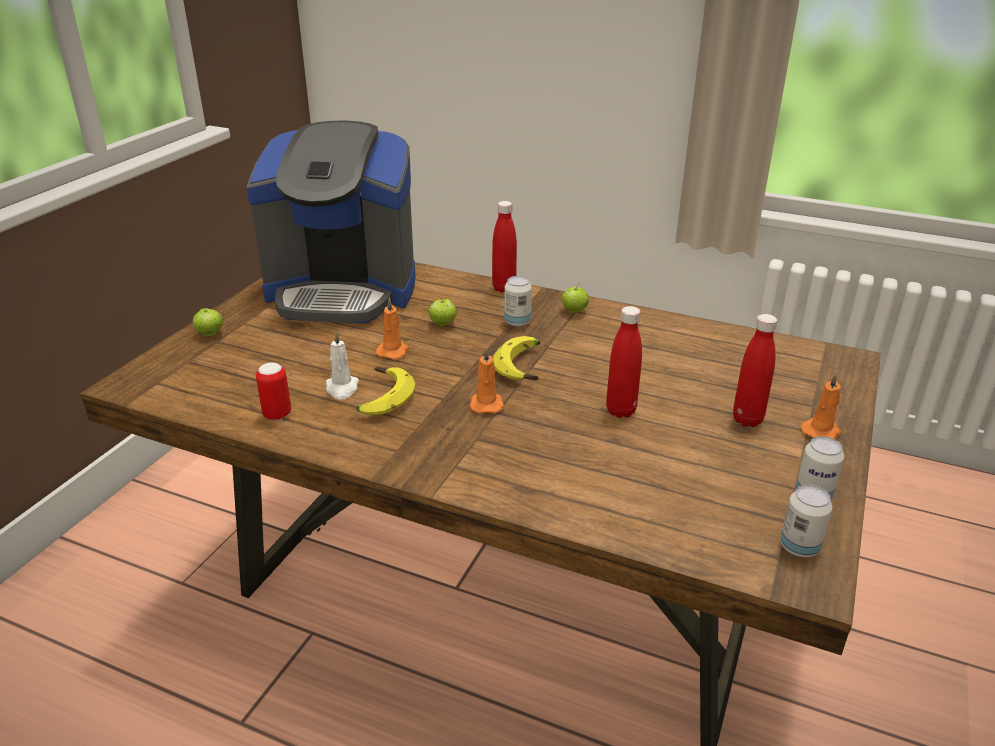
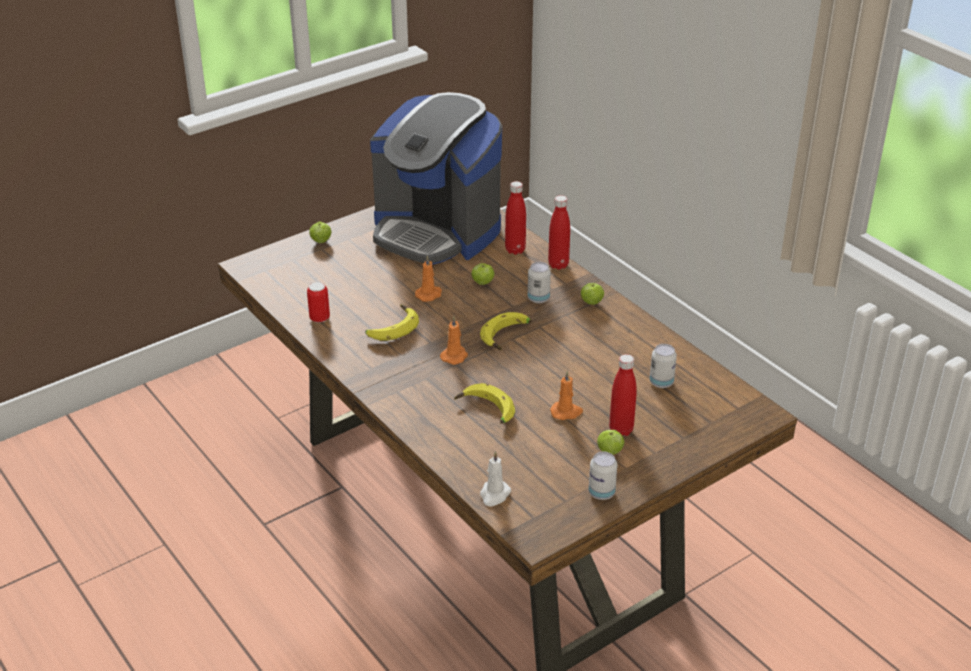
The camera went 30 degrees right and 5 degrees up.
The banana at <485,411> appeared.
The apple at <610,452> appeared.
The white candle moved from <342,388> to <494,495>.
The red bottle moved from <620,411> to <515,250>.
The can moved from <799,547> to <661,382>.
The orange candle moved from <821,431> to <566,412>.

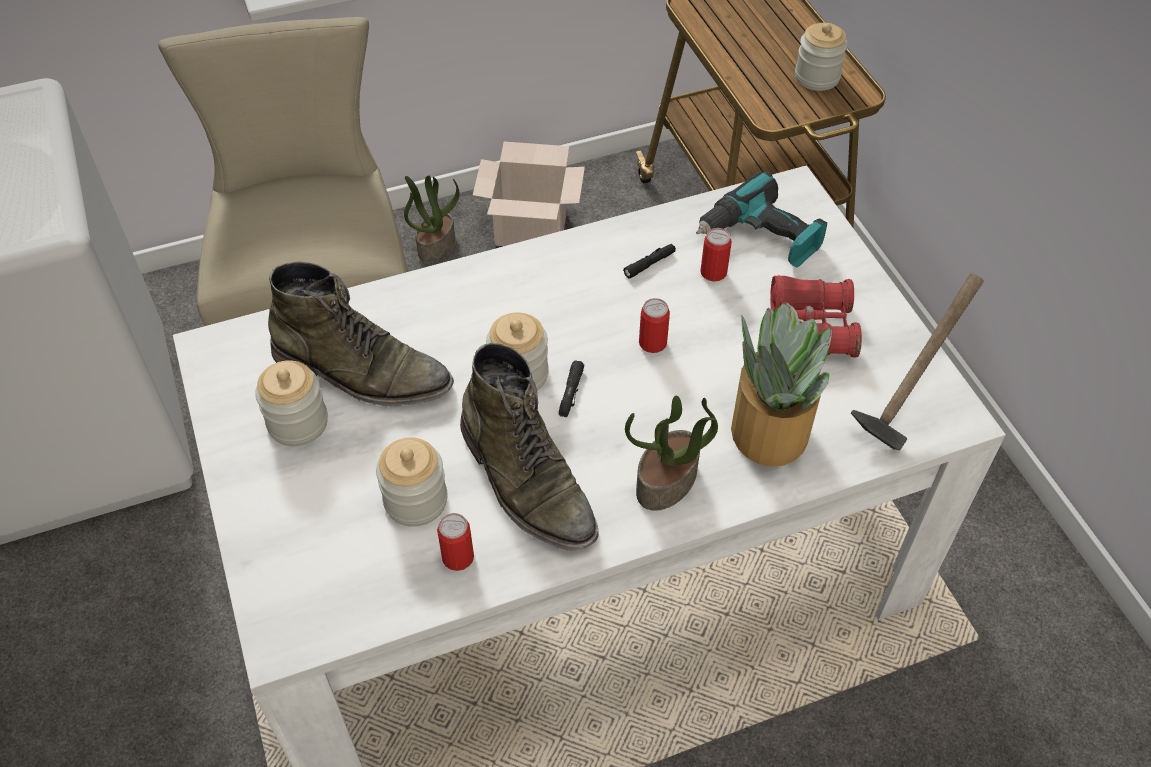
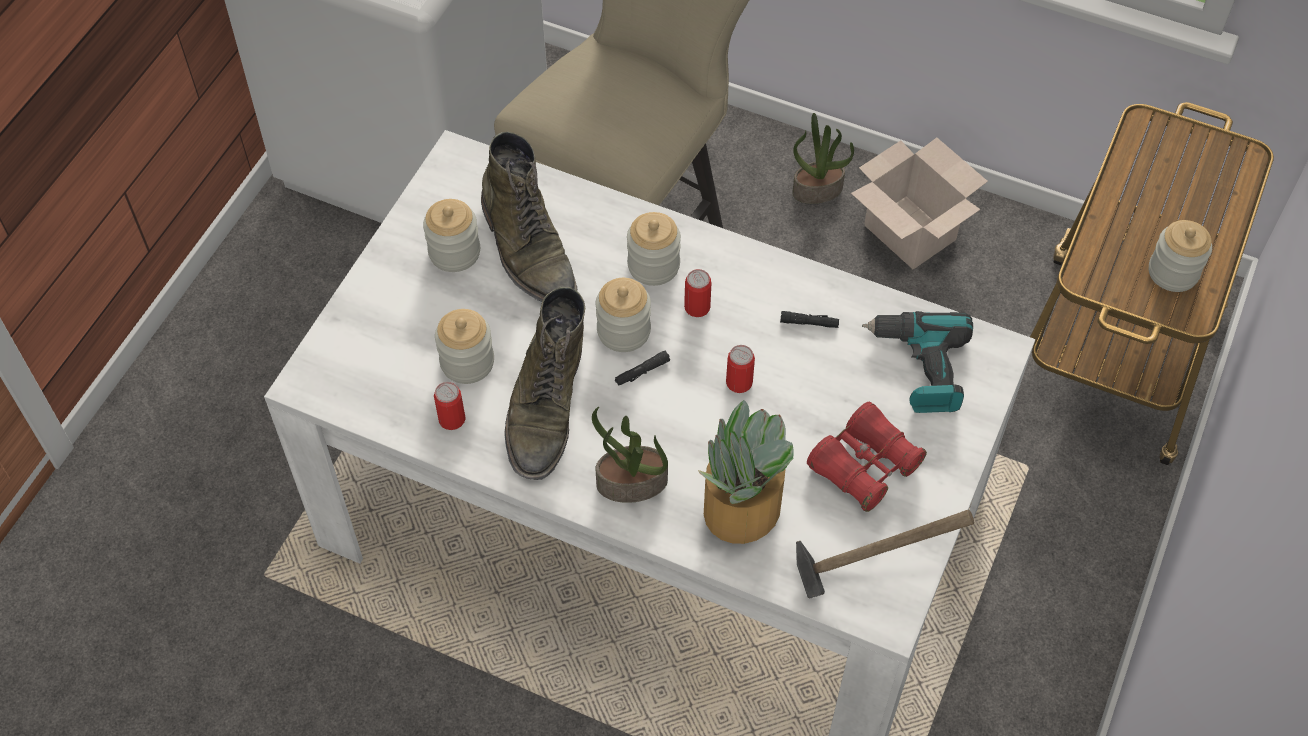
The camera went 45 degrees right and 5 degrees up.
The jar at <653,265> appeared.
The can moved from <713,272> to <697,307>.

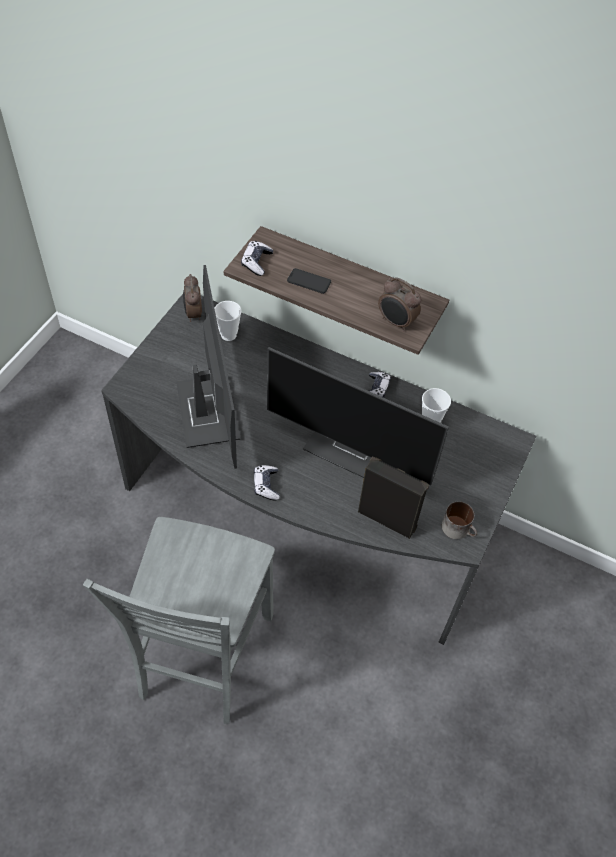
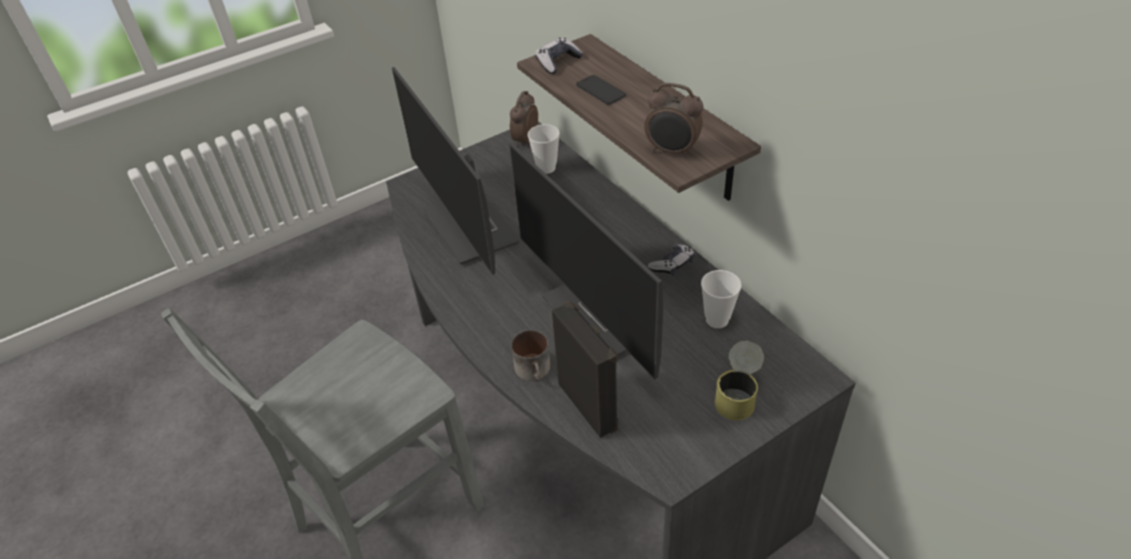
The camera went 35 degrees right and 10 degrees down.
The game controller at <266,485> disappeared.
The can at <738,395> appeared.
The mug moved from <459,529> to <535,370>.
The monitor at <207,410> turned 135 degrees clockwise.
The alarm clock at <396,322> turned 45 degrees counterclockwise.

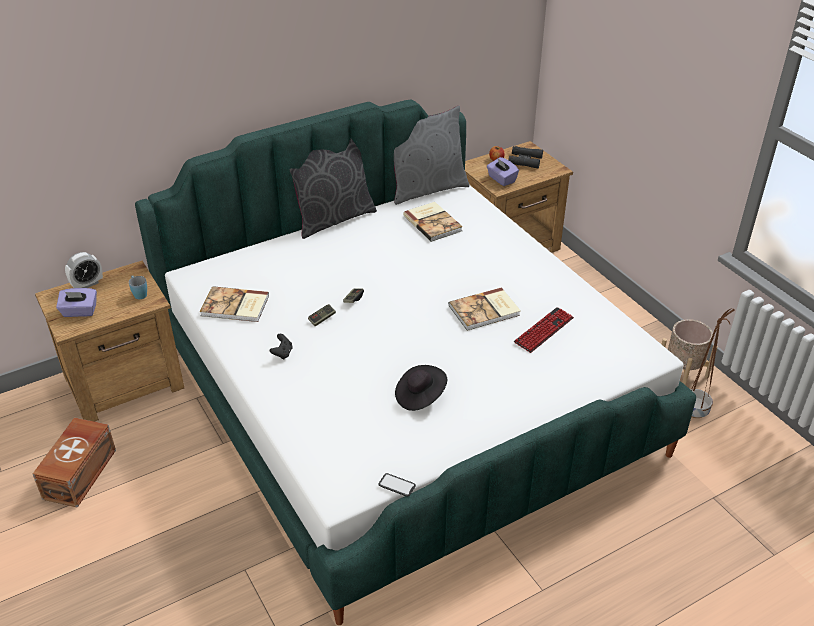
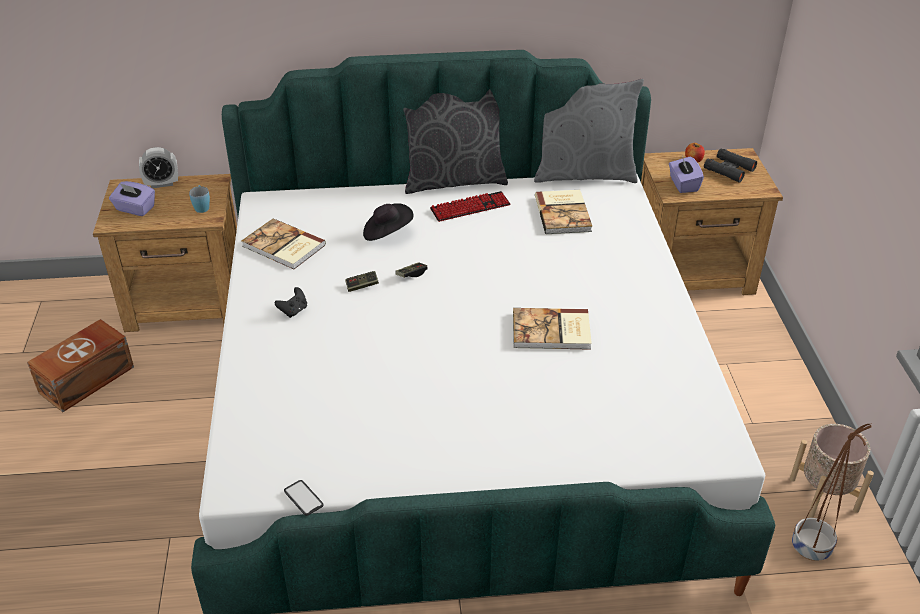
The camera went 25 degrees right and 0 degrees up.
The black hat moved from <420,396> to <387,233>.
The keyboard moved from <544,330> to <470,207>.

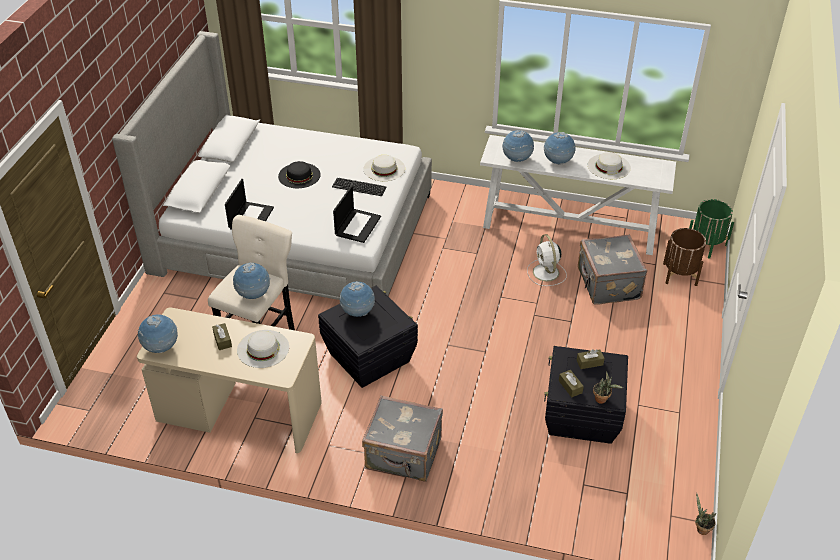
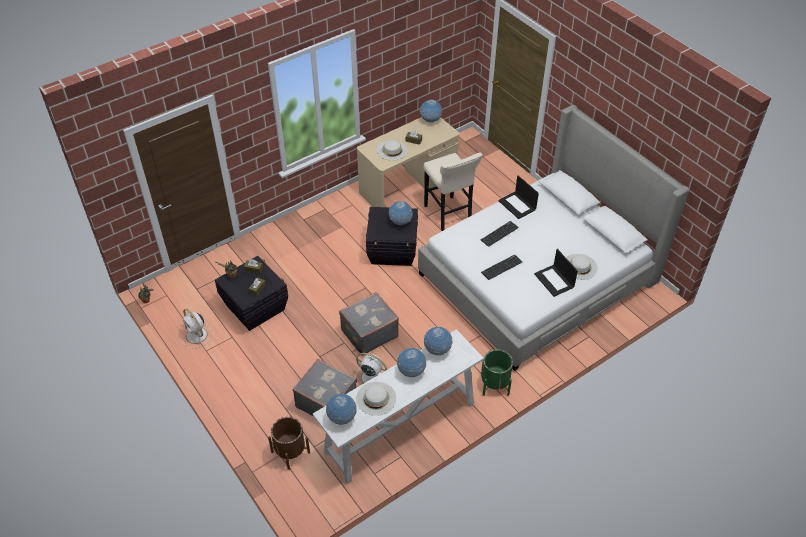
The camera went 130 degrees right and 5 degrees up.
The black hat at <299,175> disappeared.
The white fan at <197,336> appeared.
The keyboard at <499,234> appeared.
The globe moved from <253,295> to <342,418>.
The laptop moved from <357,225> to <554,281>.
The grey suitcase moved from <403,454> to <368,333>.
The white hat moved from <384,168> to <579,266>.
The green planter moved from <706,244> to <495,384>.

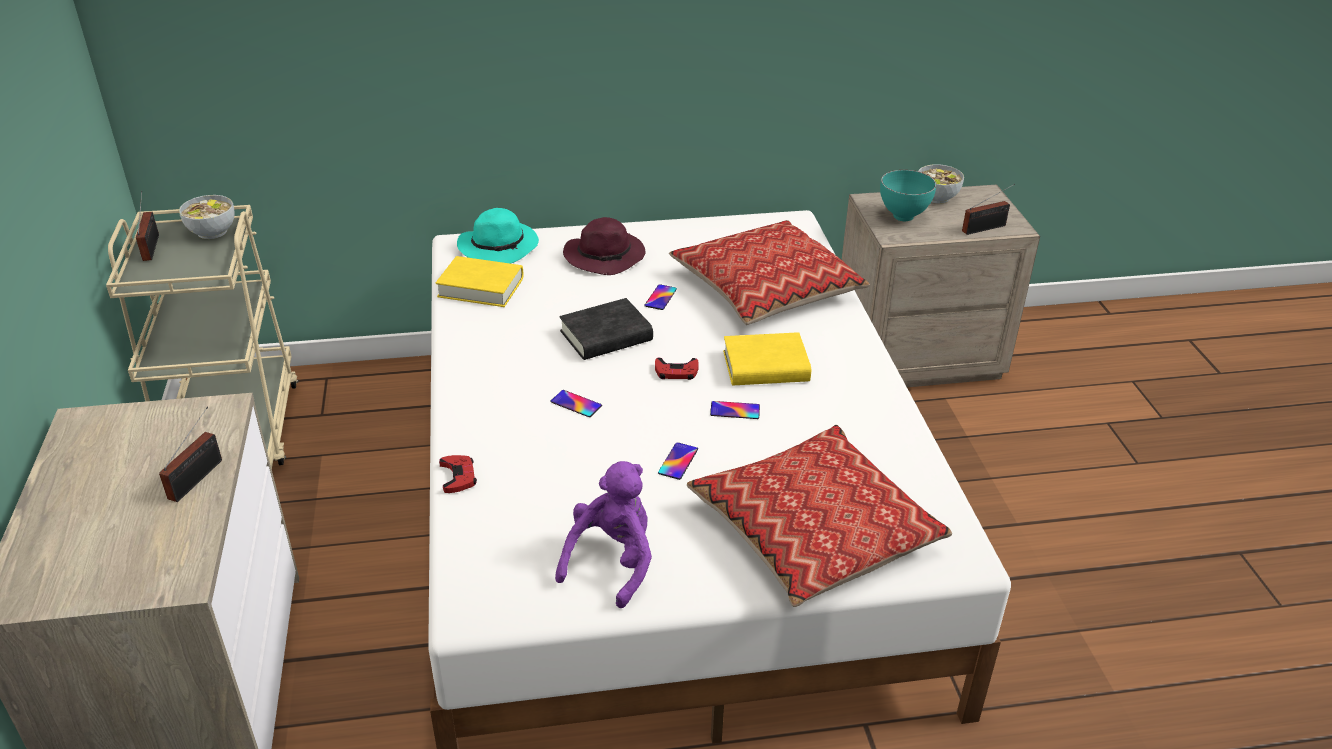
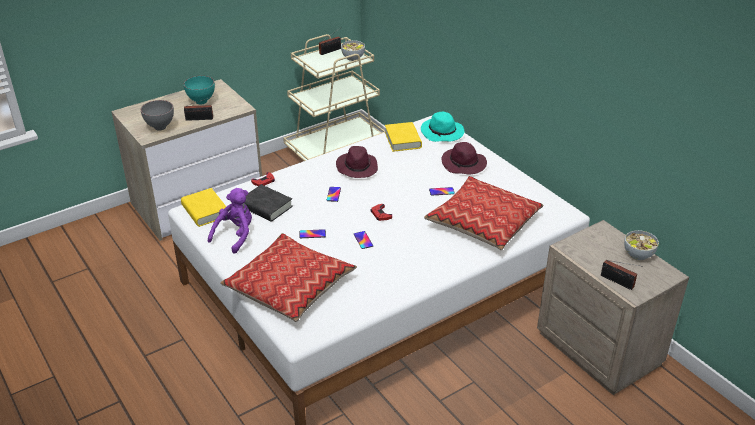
The camera went 65 degrees right and 0 degrees up.
The grey bowl at <160,128> appeared.
The purple hat at <356,167> appeared.
The black book moved from <606,336> to <266,207>.
The yellow book moved from <765,367> to <205,211>.
The turquoise bowl moved from <902,217> to <202,102>.
The purple plush toy at <612,562> turned 60 degrees counterclockwise.

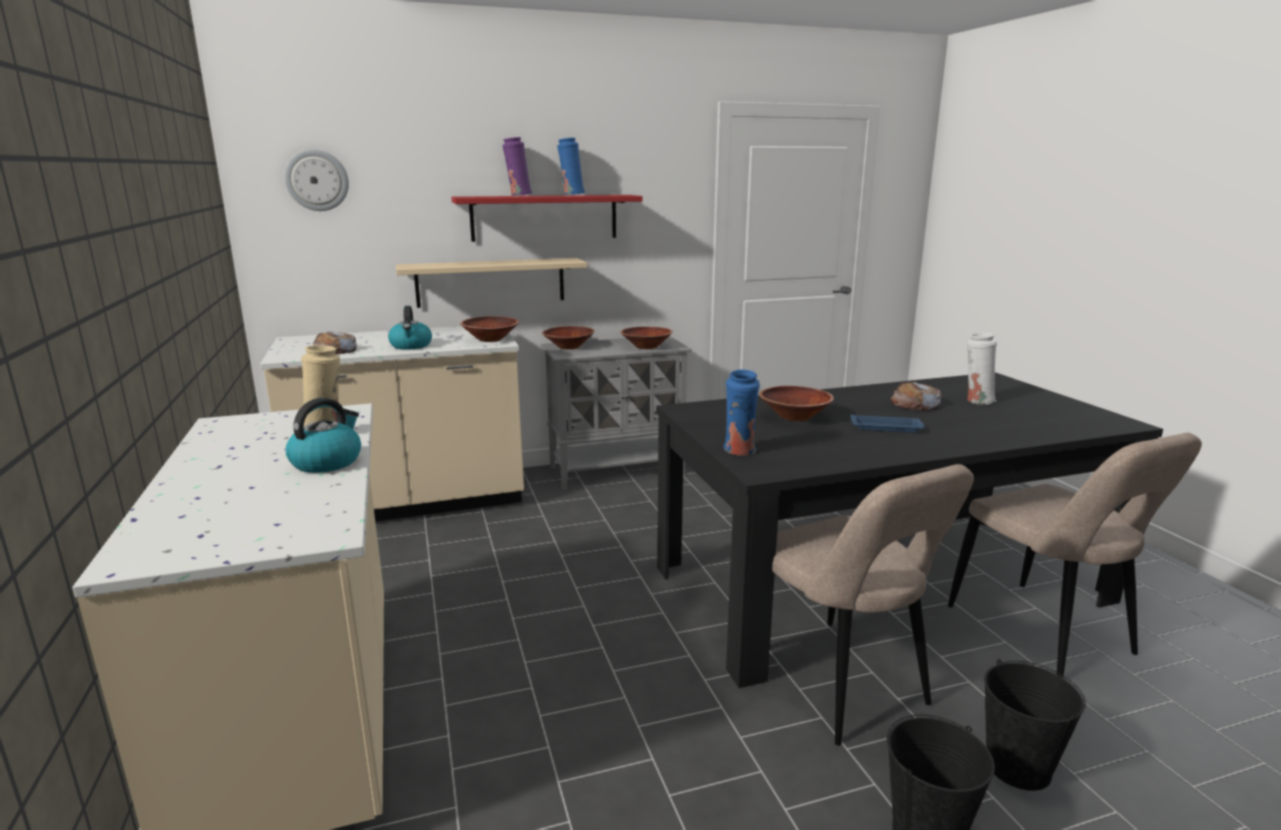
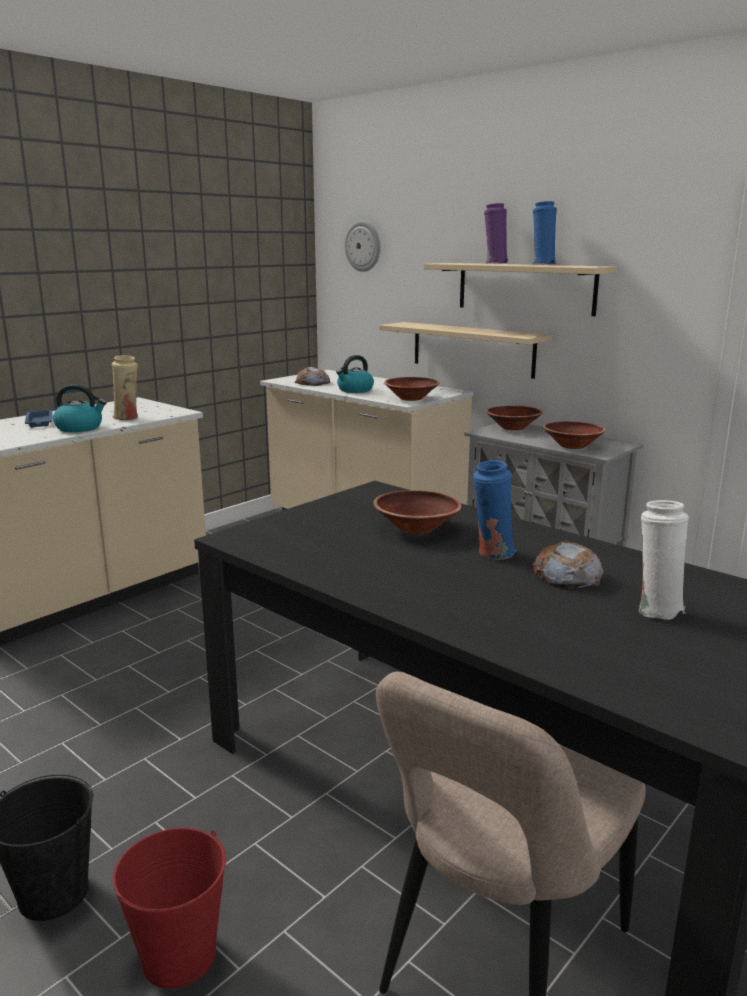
The camera went 60 degrees right and 0 degrees up.
The beige chair at <839,684> disappeared.
The blue vase moved from <740,451> to <493,553>.
The blue tray moved from <887,427> to <39,422>.
The red shelf at <544,217> became the beige shelf at <525,288>.
The black bucket at <1017,767> became the red bucket at <178,955>.

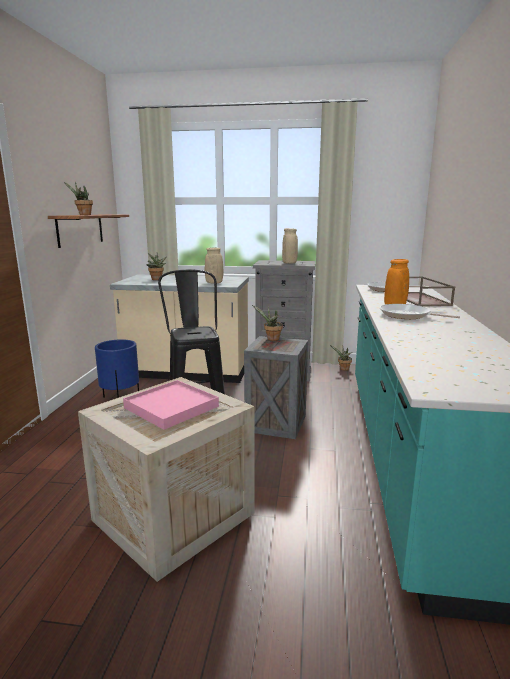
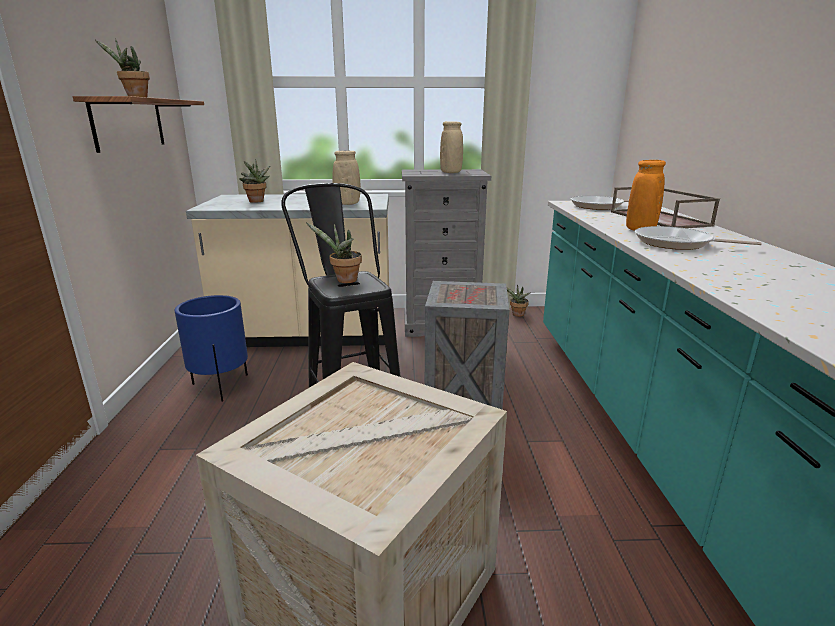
The camera went 10 degrees left and 5 degrees up.
The pink tray at <171,407> disappeared.
The potted plant moved from <271,339> to <344,281>.

